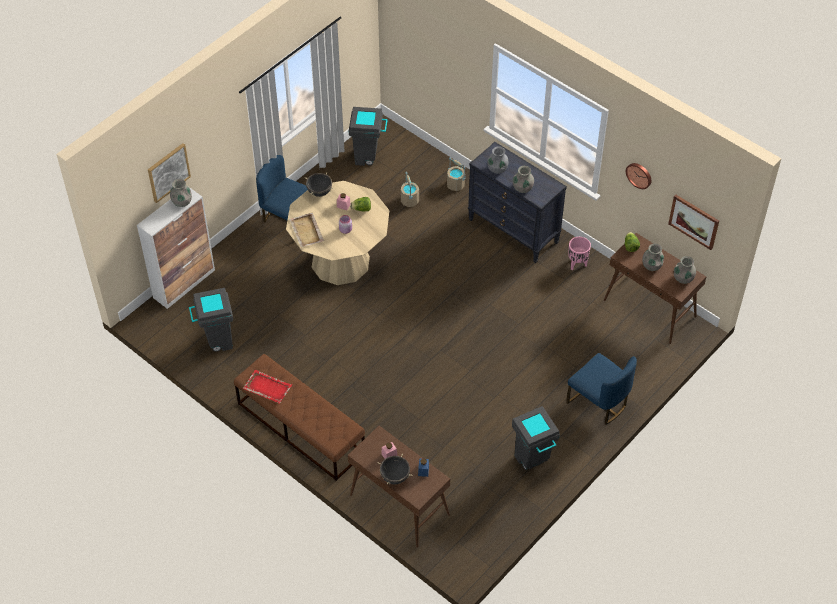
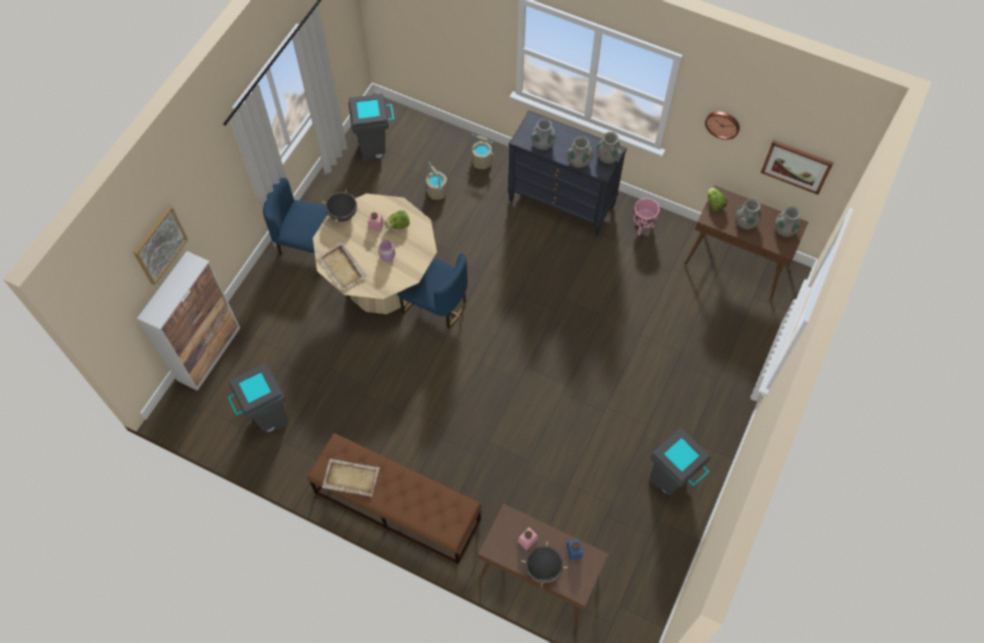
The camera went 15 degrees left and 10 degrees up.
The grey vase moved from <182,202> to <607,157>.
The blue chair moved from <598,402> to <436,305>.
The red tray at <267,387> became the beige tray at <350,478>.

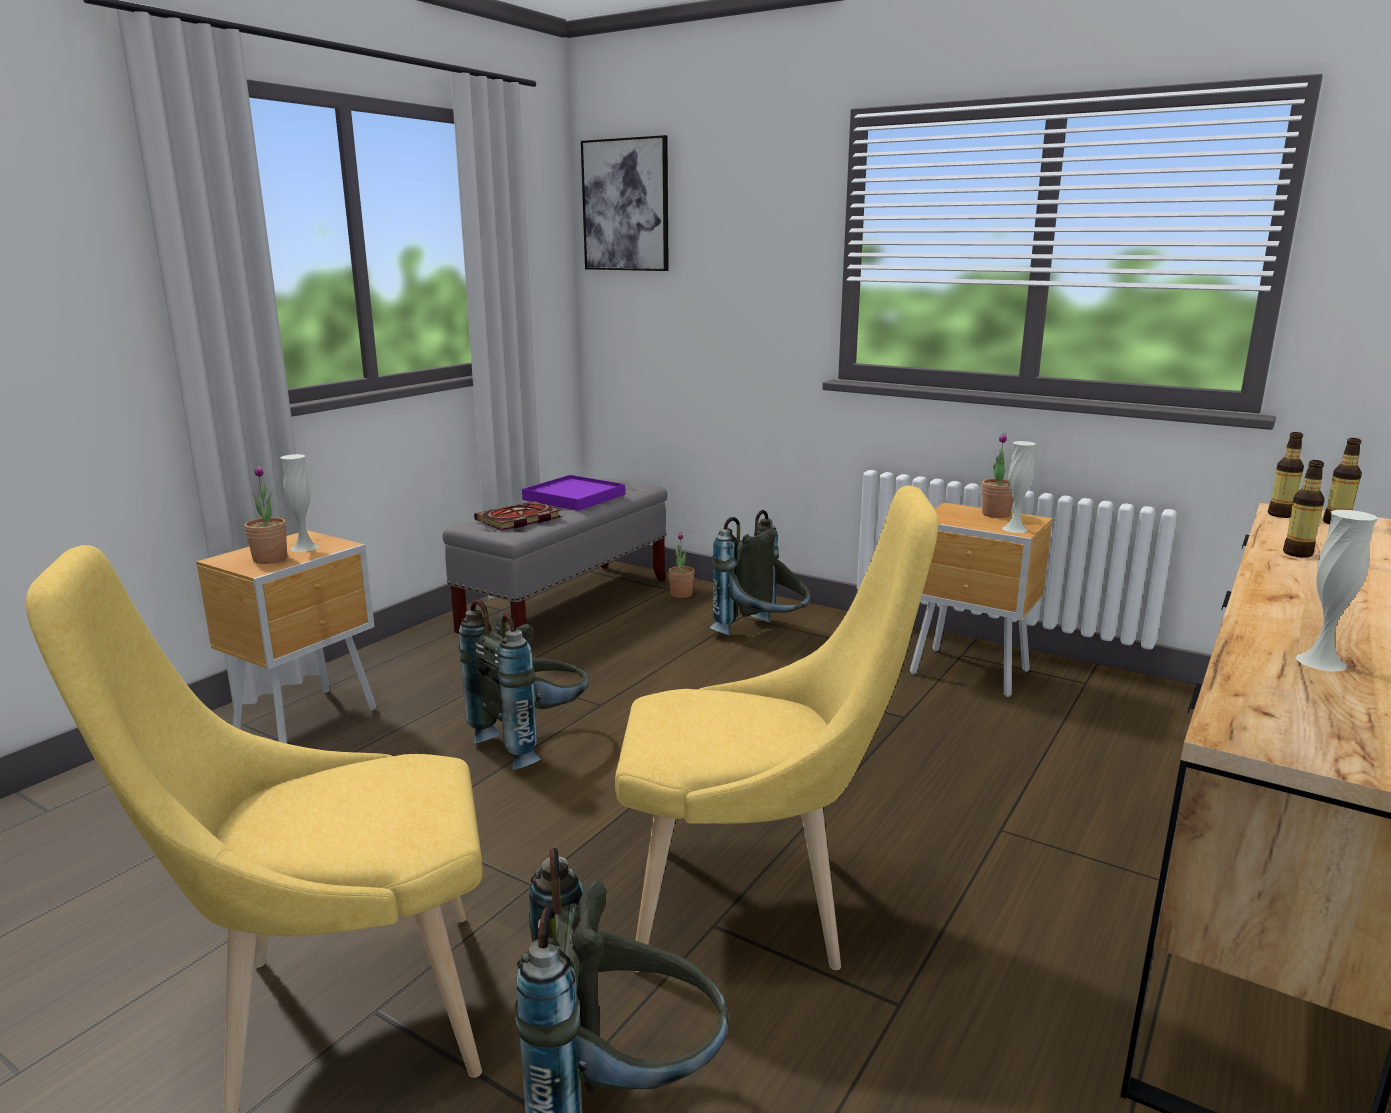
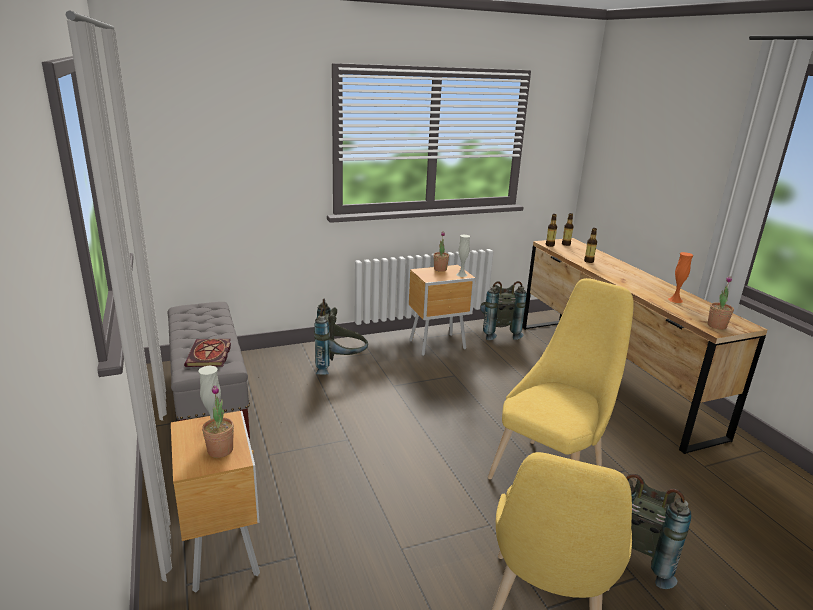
The camera went 55 degrees left and 5 degrees up.
The purple tray at <573,497> disappeared.
The picture at <626,205> disappeared.
The grey backpack moved from <533,741> to <497,332>.
The potted plant moved from <681,594> to <716,326>.
The white vase at <1321,662> became the orange vase at <675,300>.

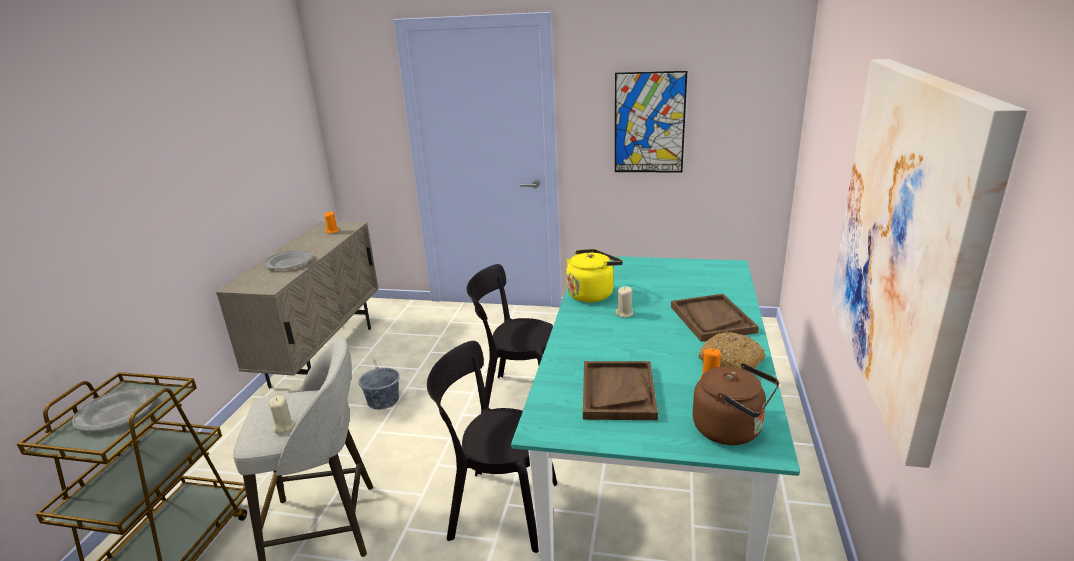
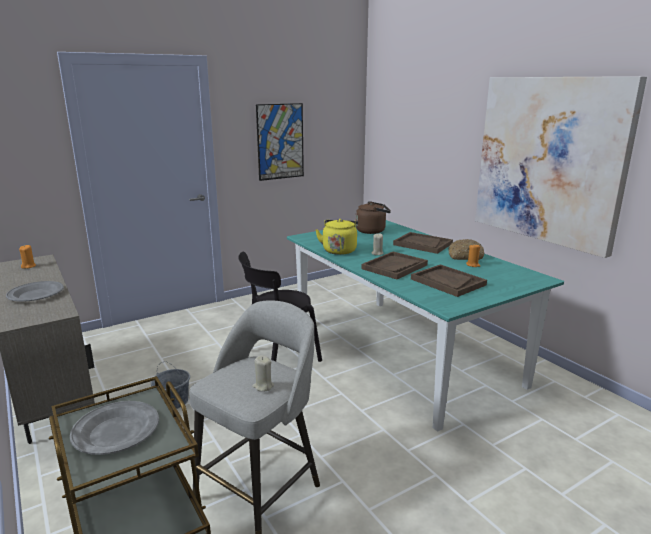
The camera went 45 degrees left and 5 degrees down.
The black chair at <498,508> disappeared.
The brown tray at <394,267> appeared.
The brown kettle moved from <732,430> to <372,231>.

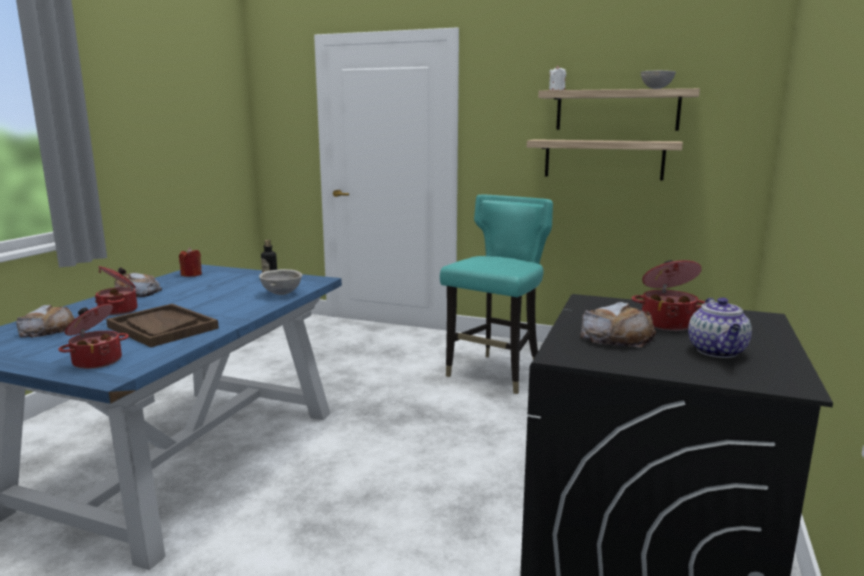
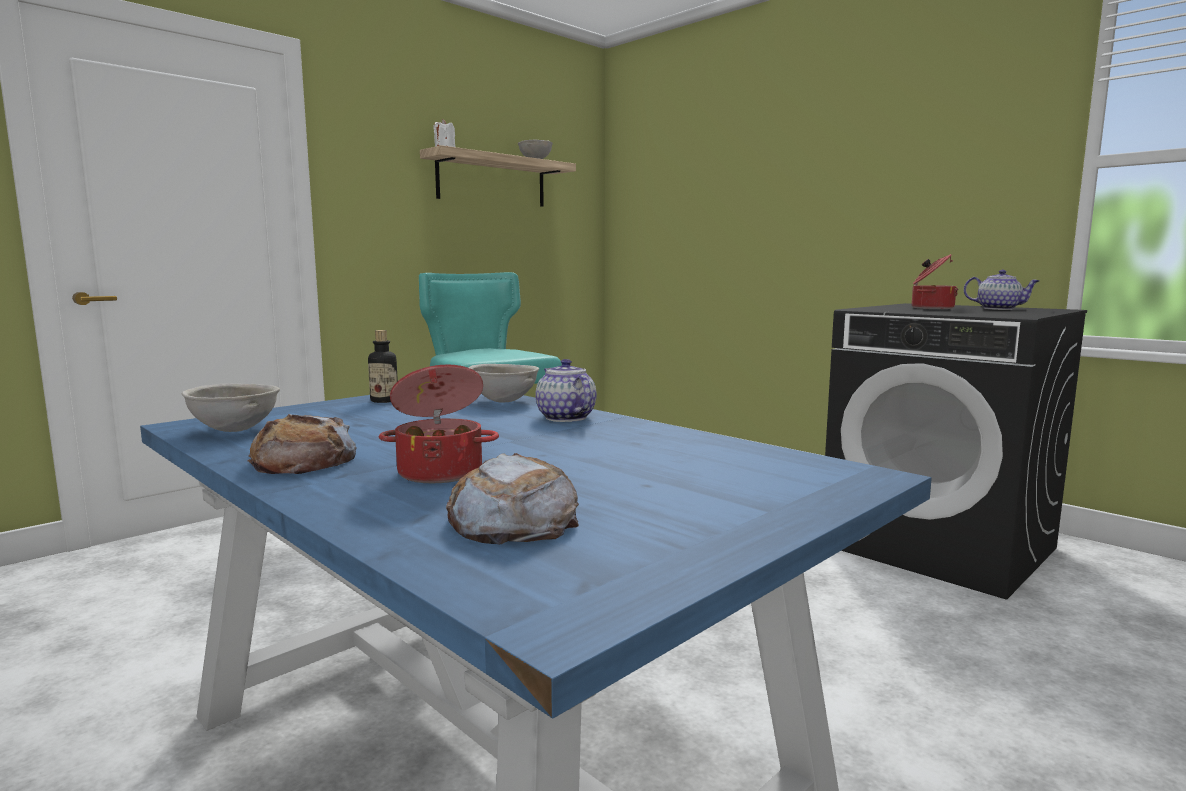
The camera went 65 degrees left and 5 degrees down.
The cooking pot at <97,361> disappeared.
The brown tray at <162,328> disappeared.
The shelf at <603,159> disappeared.
The bread at <616,336> disappeared.
The teapot at <564,417> appeared.
The red candle at <191,274> was replaced by the grey bowl at <236,430>.

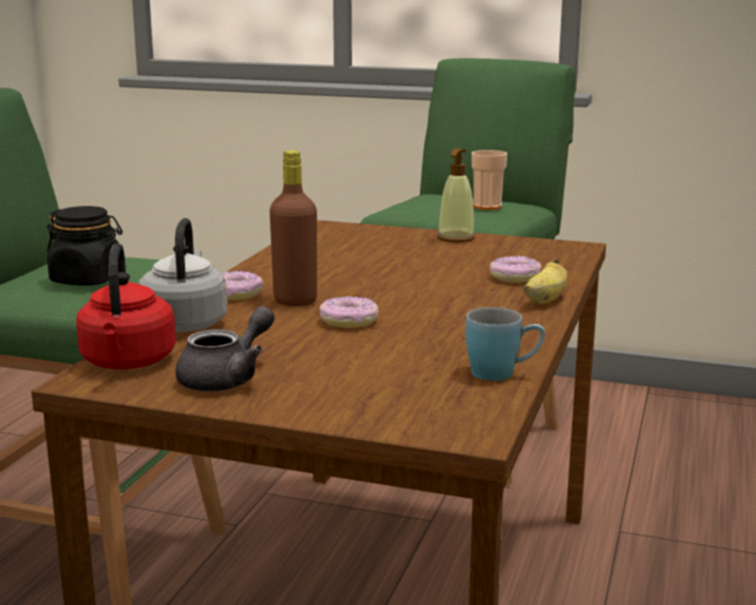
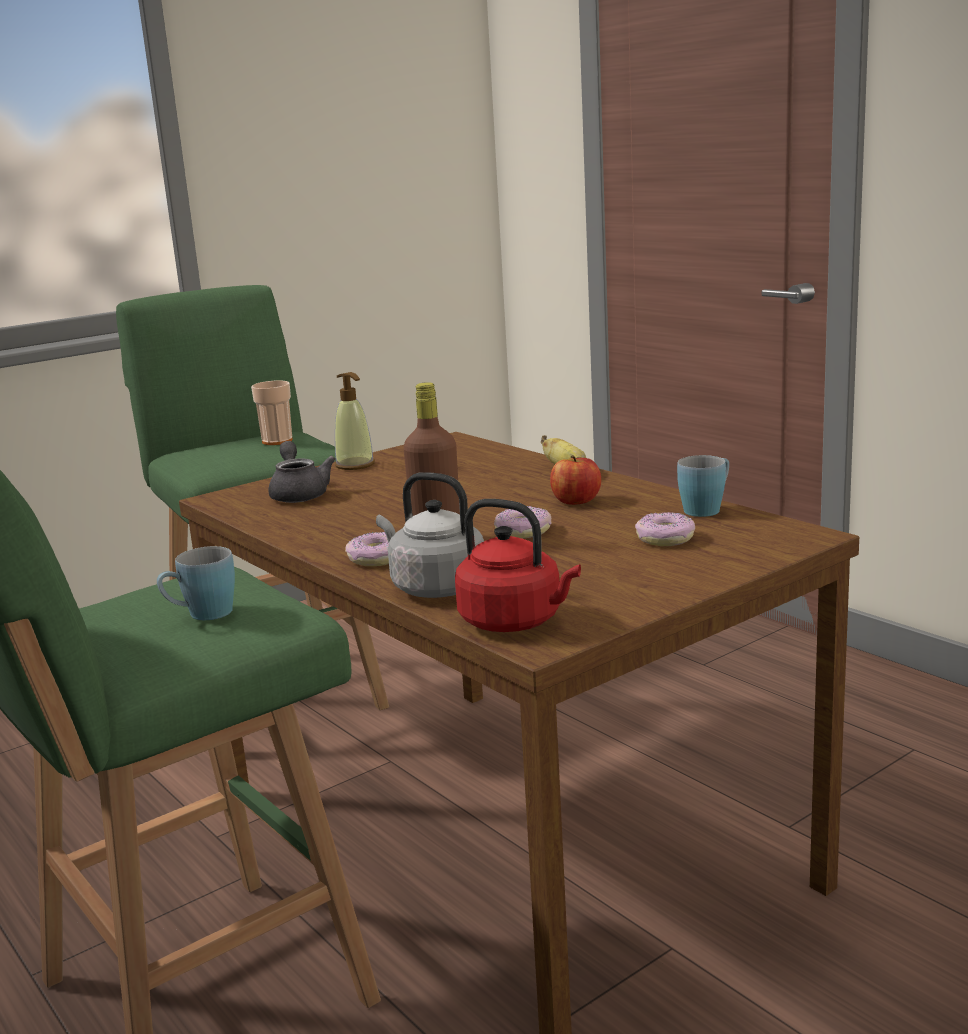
The camera went 55 degrees left and 0 degrees up.
The apple at <576,501> appeared.
The grey teapot moved from <227,378> to <299,494>.
The donut moved from <514,277> to <665,538>.
The black jar at <88,280> was replaced by the blue mug at <201,615>.

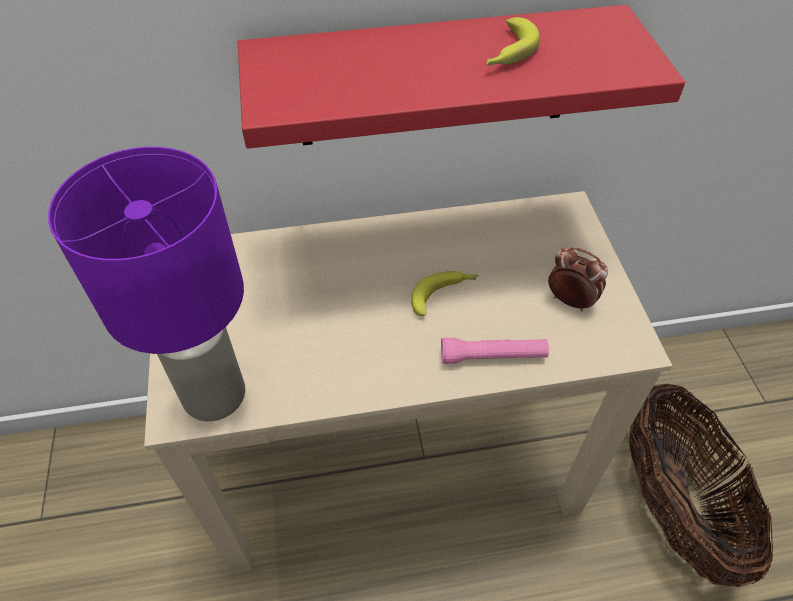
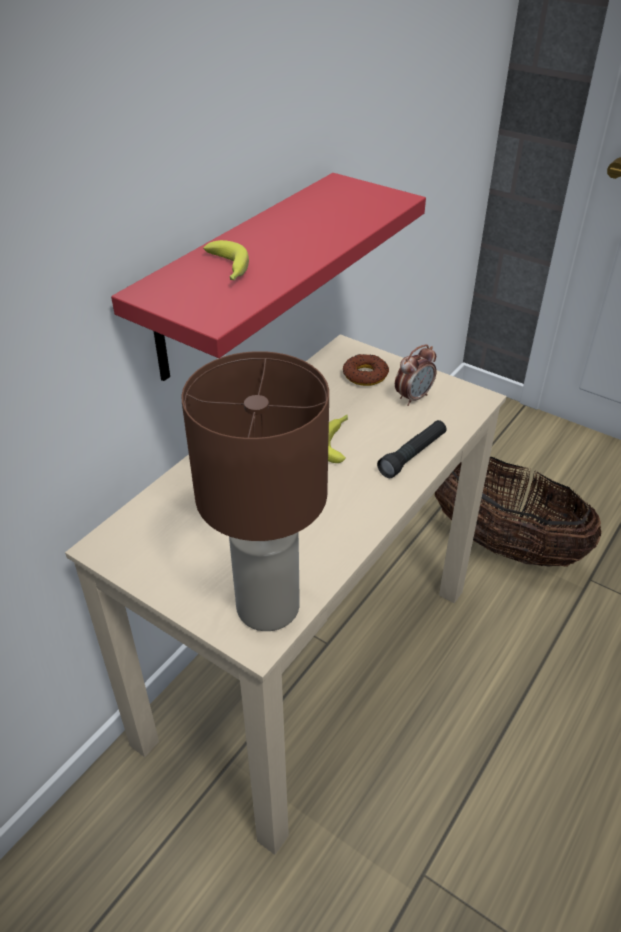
The camera went 45 degrees left and 10 degrees down.
The donut at <365,375> appeared.
The banana moved from <507,53> to <228,269>.
The purple table lamp at <214,393> became the brown table lamp at <266,606>.
The pink flashlight at <493,356> became the black flashlight at <412,455>.
The alarm clock at <570,300> turned 150 degrees clockwise.

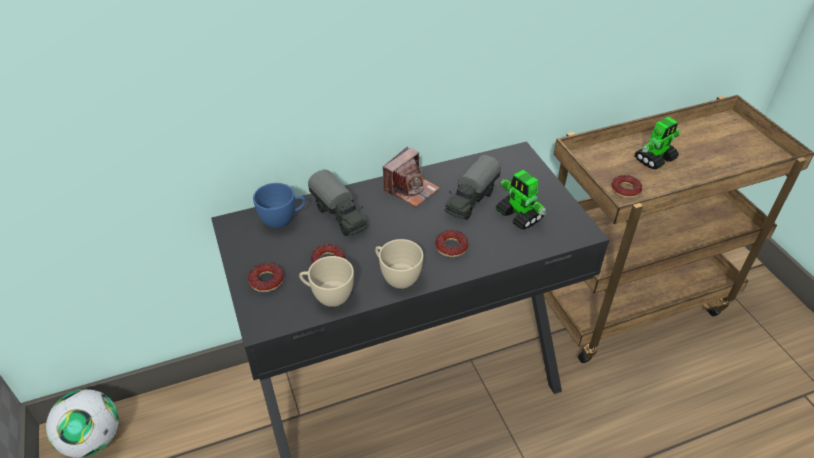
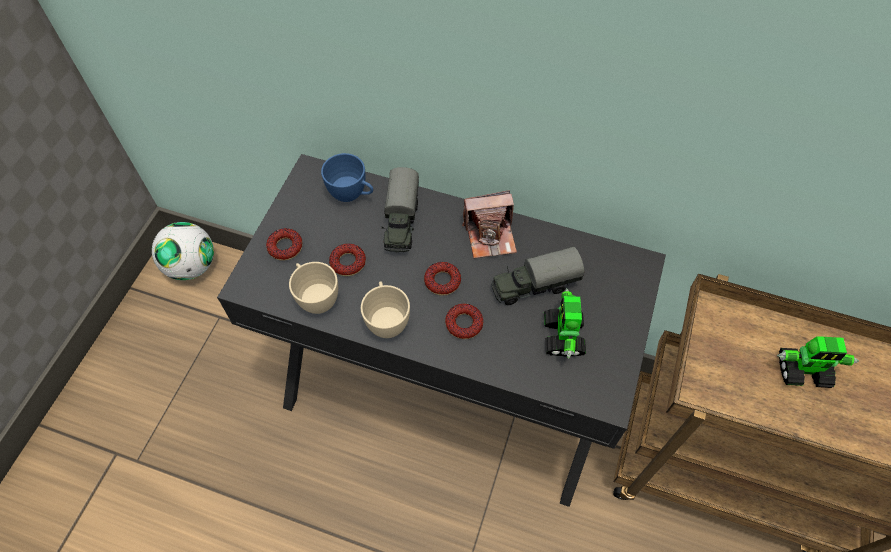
The camera went 40 degrees right and 15 degrees up.
The donut moved from <625,190> to <442,281>.

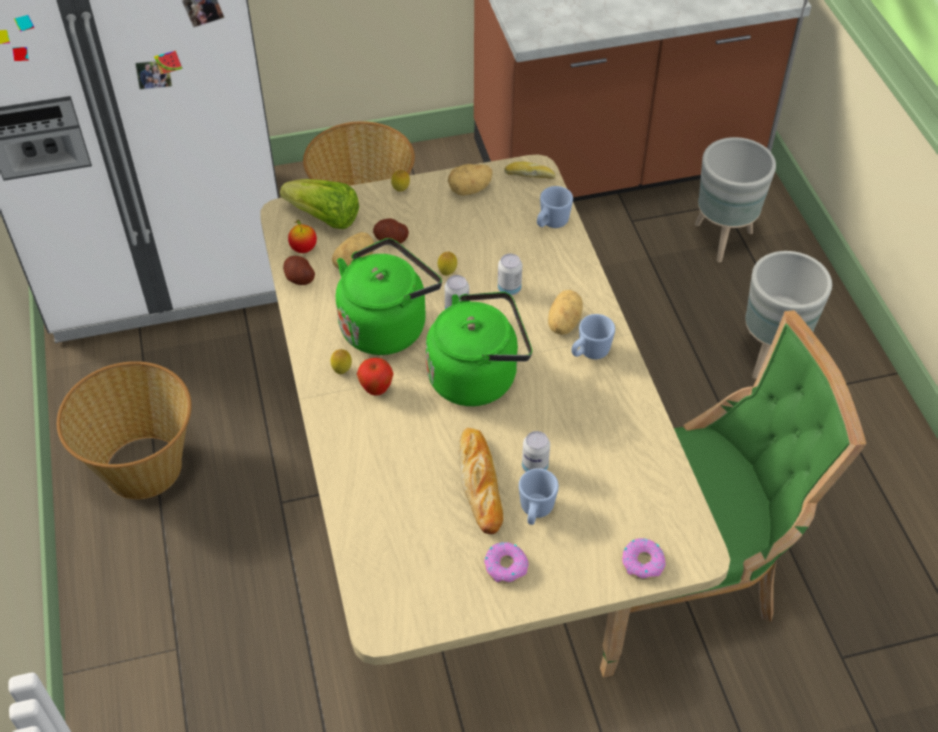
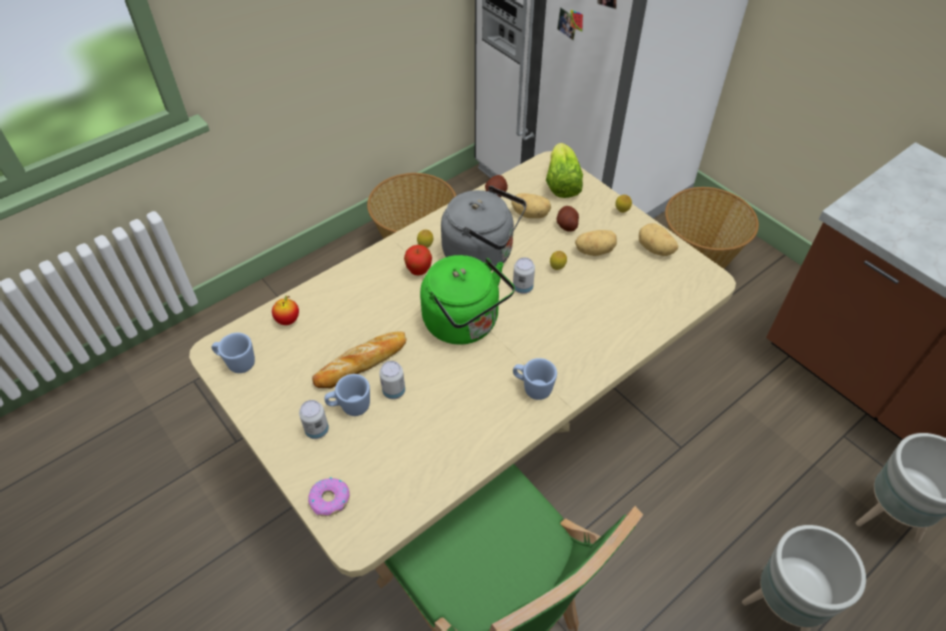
The camera went 65 degrees right and 0 degrees up.
The donut at <506,566> disappeared.
The bread at <529,175> disappeared.
The apple moved from <303,249> to <288,320>.
The can moved from <509,289> to <317,430>.
The blue mug moved from <551,223> to <237,363>.
The potato moved from <562,323> to <594,250>.
The green kettle at <387,325> became the grey kettle at <482,254>.

